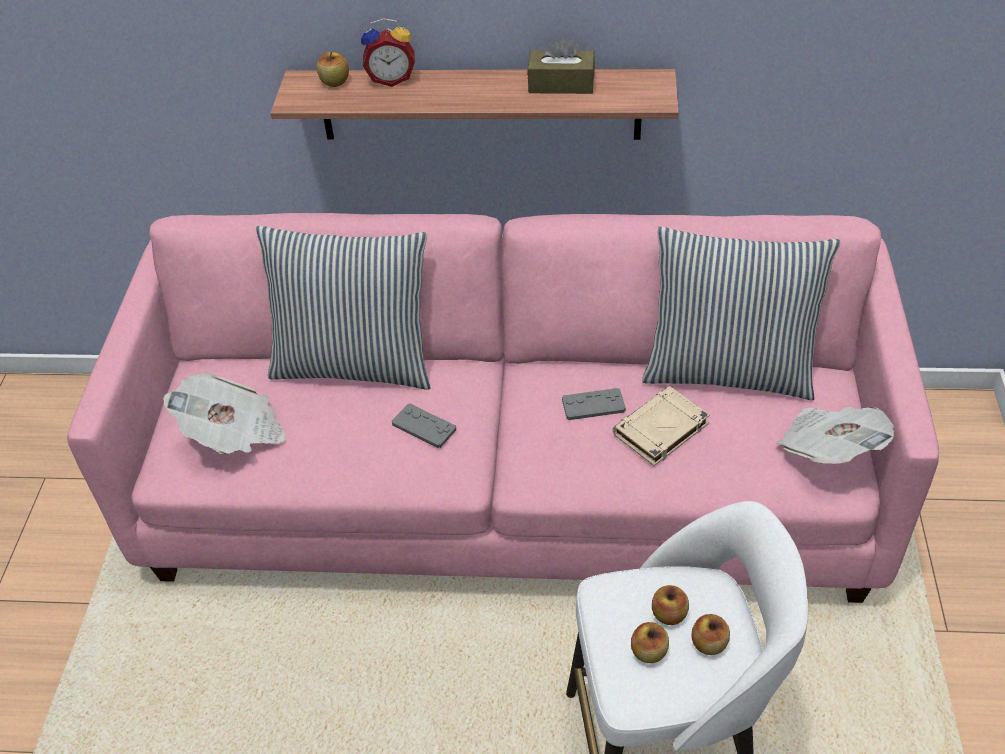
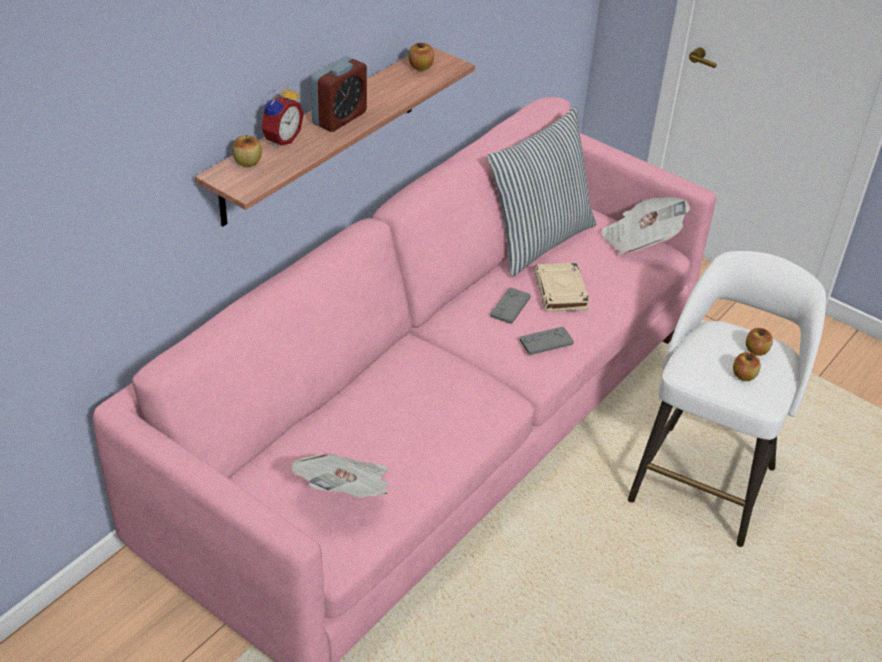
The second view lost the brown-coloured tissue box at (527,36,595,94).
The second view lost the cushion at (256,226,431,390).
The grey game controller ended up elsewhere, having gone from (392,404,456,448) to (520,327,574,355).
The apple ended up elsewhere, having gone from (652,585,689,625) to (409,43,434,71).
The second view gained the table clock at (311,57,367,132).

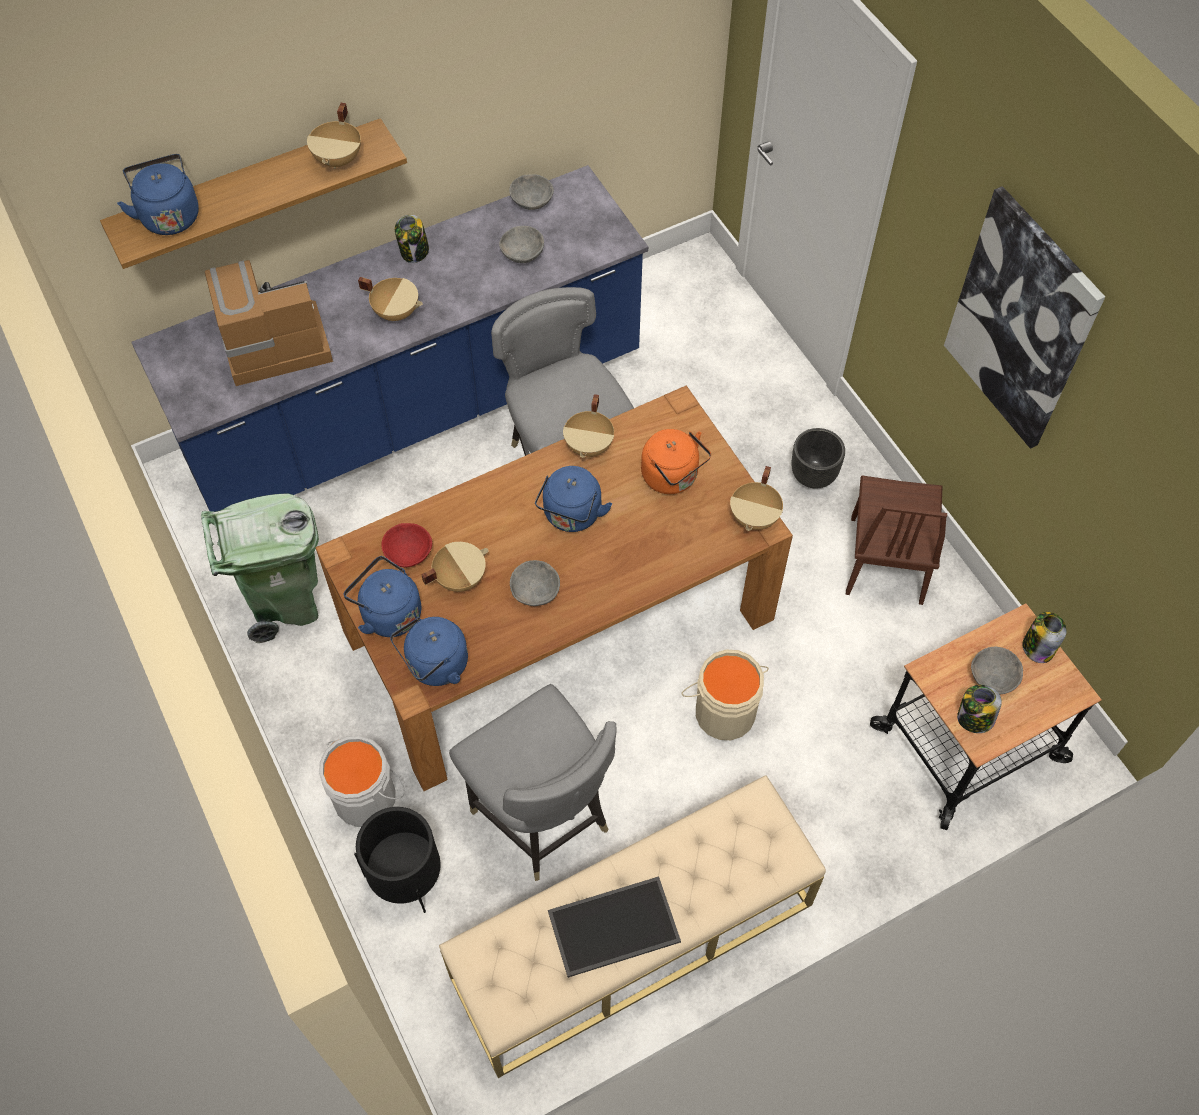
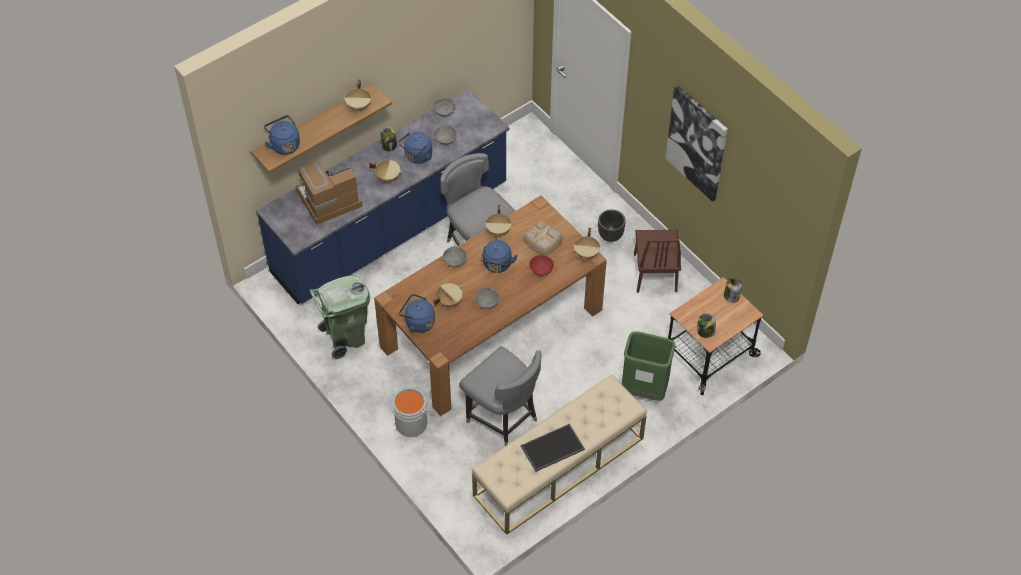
Where the orangey water kettle stood at (641,429,711,494), the bread came to stand at (523,221,563,255).
The reddish bowl ended up elsewhere, having gone from (381,523,432,567) to (529,255,554,276).
The blue-coloured water kettle ended up elsewhere, having gone from (390,617,468,686) to (398,132,432,164).
The grey bowl ended up elsewhere, having gone from (971,647,1023,695) to (443,246,467,267).
The second view lost the beige bucket at (681,650,769,740).
The second view lost the black planter at (354,807,441,913).
The second view gained the green-coloured waste bin at (622,331,676,401).

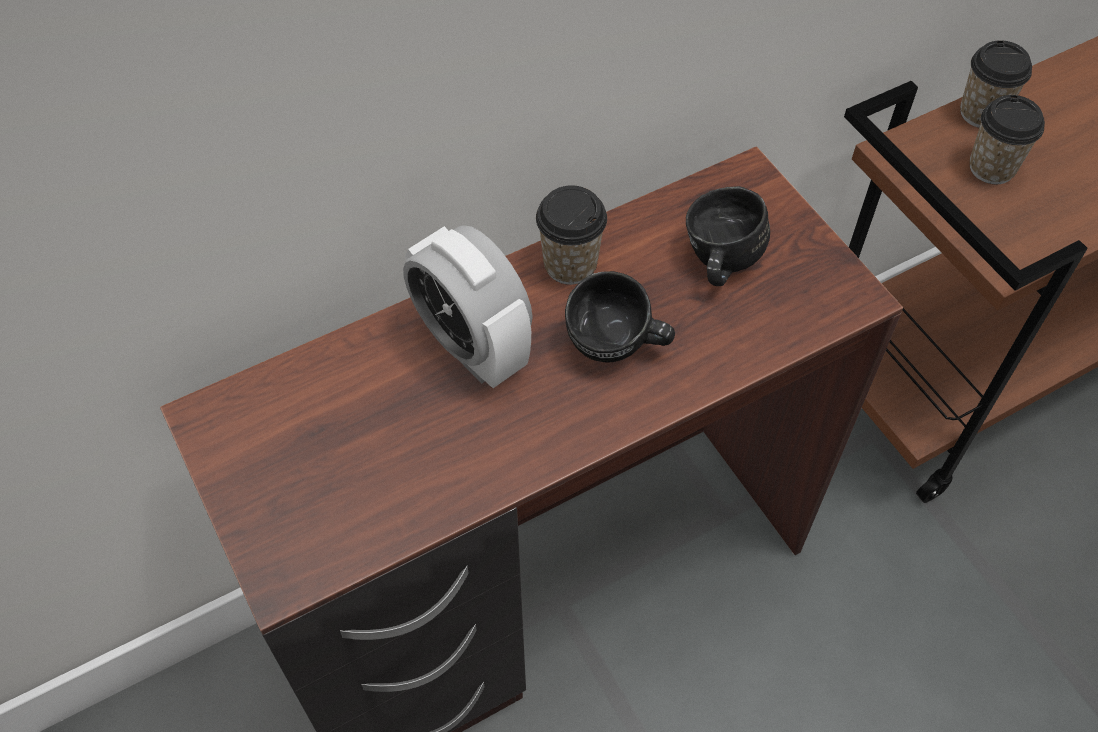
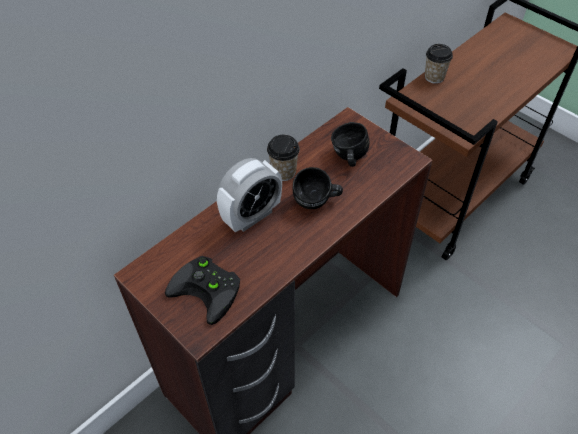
The second view lost the cup at (970,95,1045,184).
The table clock at (403,226,533,388) ended up facing another way, 75 degrees counterclockwise from before.
The second view gained the black game controller at (165,256,240,325).

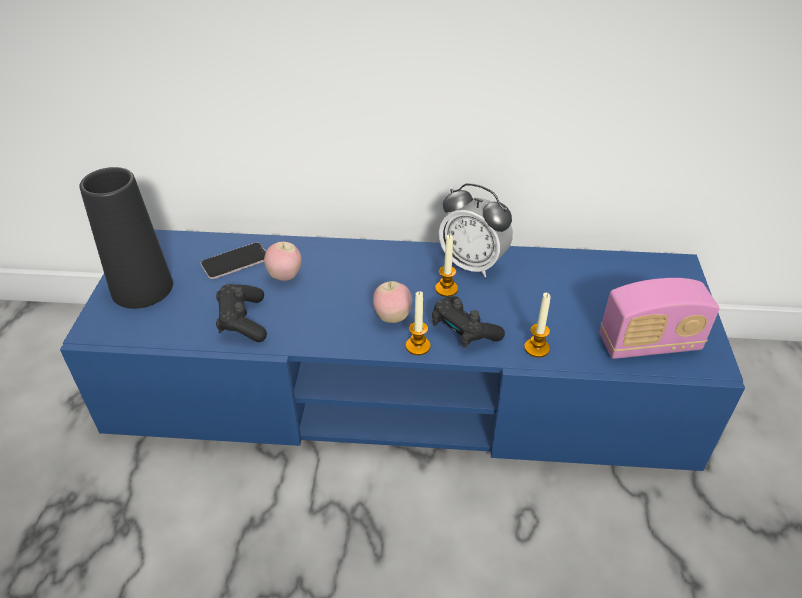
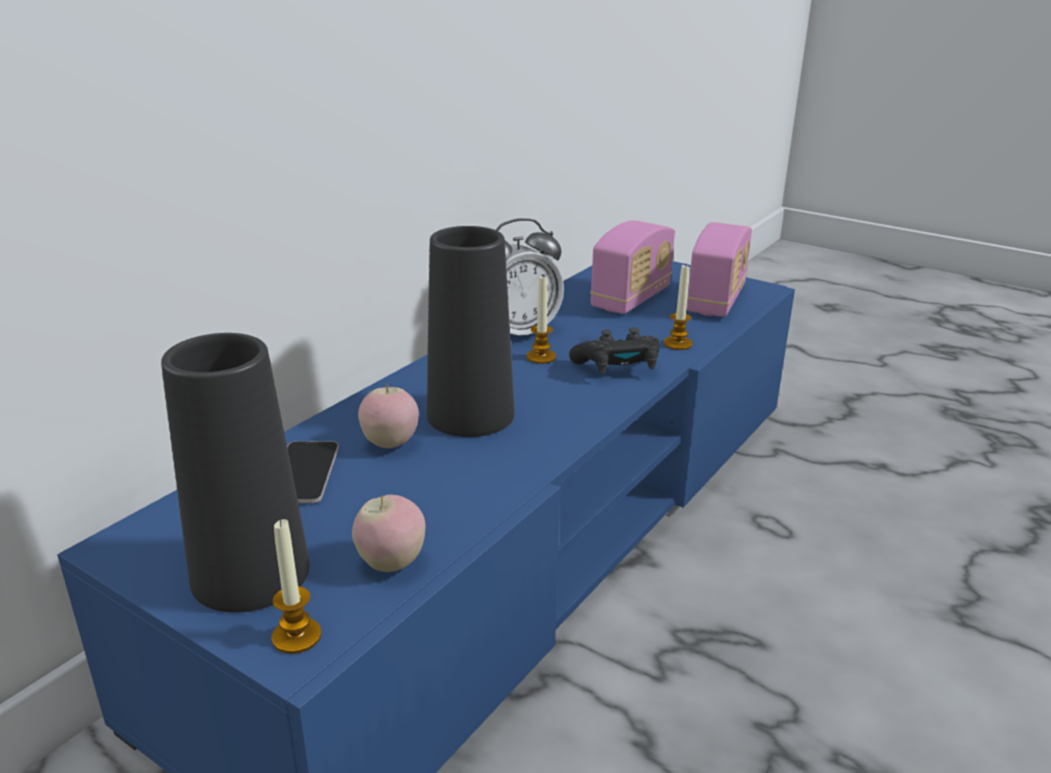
The apple ended up elsewhere, having gone from (373,281,412,323) to (352,494,425,572).
The second view lost the black game controller at (216,284,267,342).
The wax candle ended up elsewhere, having gone from (406,291,431,355) to (272,519,321,654).
The second view gained the radio receiver at (590,220,675,314).
The second view gained the black vase at (427,226,514,437).

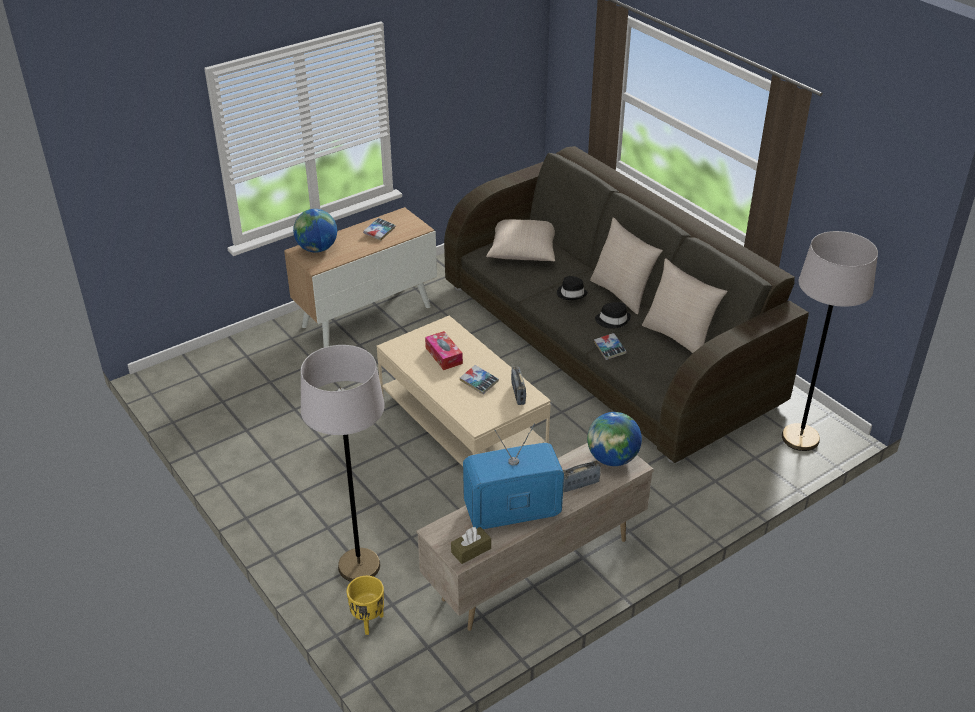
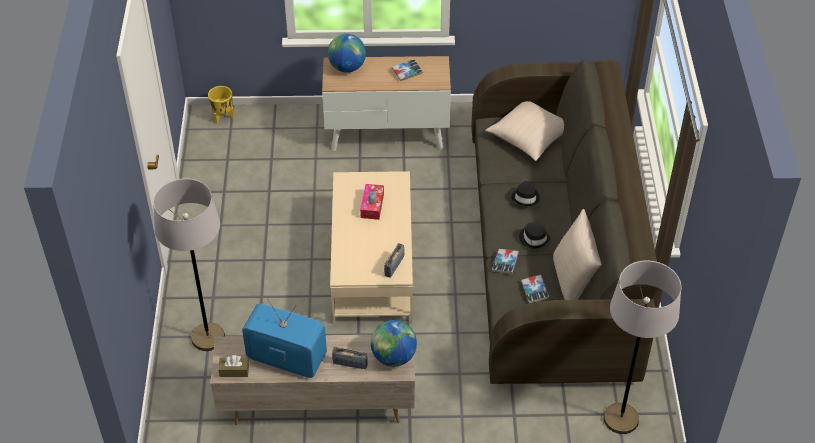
The second view lost the beige cushion at (590,217,663,314).
The volume ended up elsewhere, having gone from (460,365,499,394) to (521,275,549,304).
The yellow planter ended up elsewhere, having gone from (347,576,384,635) to (208,86,234,124).

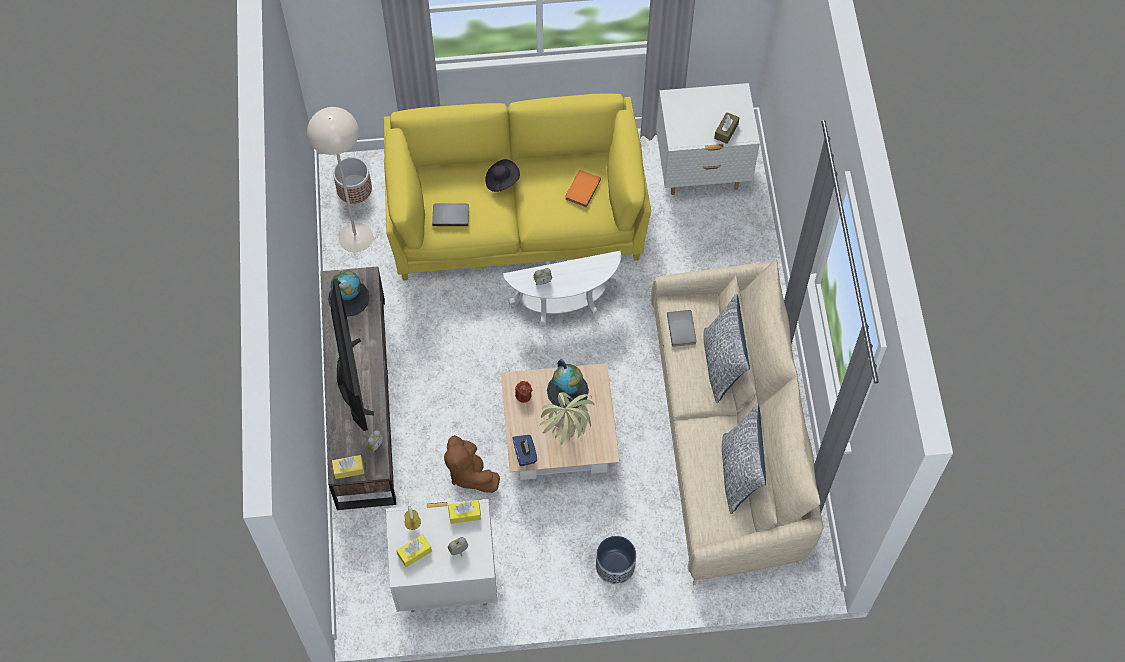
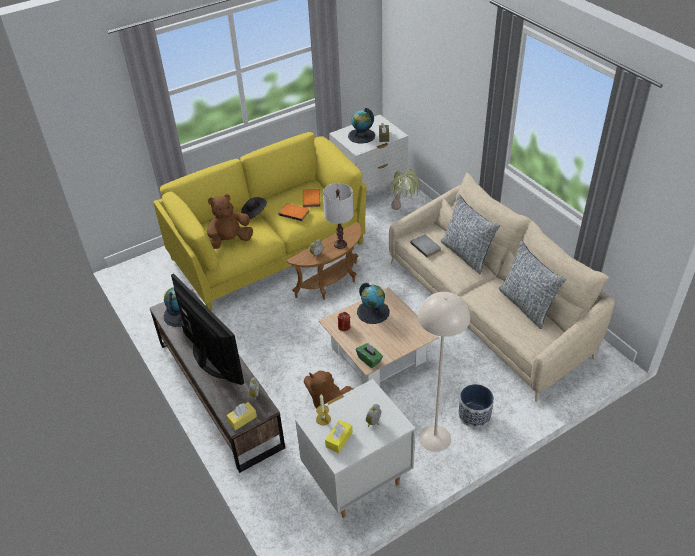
The beige standing lamp ended up elsewhere, having gone from (307,107,373,252) to (418,292,470,452).
The second view lost the planter at (333,157,372,204).
Where the grey volume stood at (432,203,469,226), the brown-coloured soft toy came to stand at (207,194,253,249).
What was the white side table at (503,251,622,327) turned into the brown-coloured side table at (286,222,362,300).
The potted plant ended up elsewhere, having gone from (540,392,595,445) to (387,169,420,210).
What was the blue-coloured tissue box at (513,435,537,466) turned into the green-coloured tissue box at (356,343,383,368).
The second view lost the yellow tissue box at (448,500,481,524).
The second view gained the globe at (348,108,375,144).
The second view gained the white lamp for a table at (323,183,354,249).
The second view gained the orangey volume at (278,203,309,221).

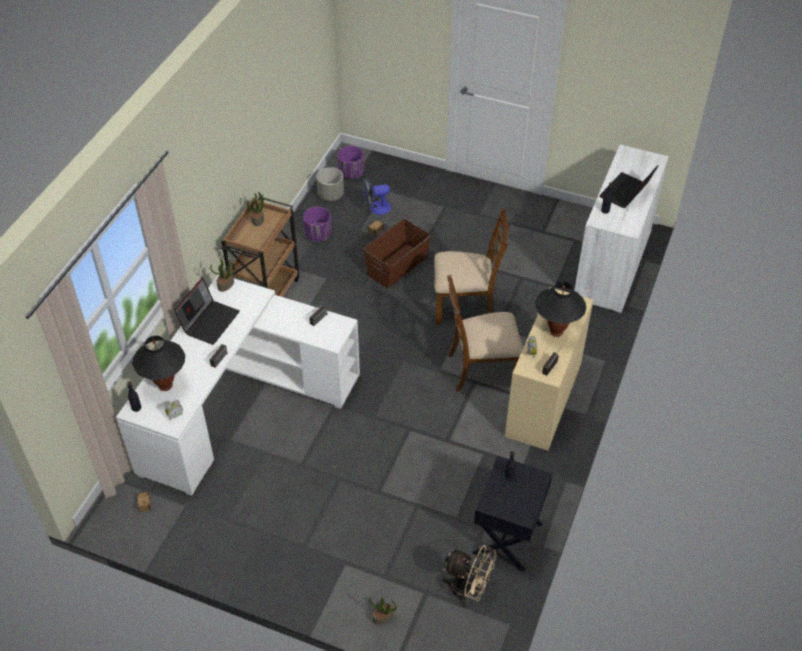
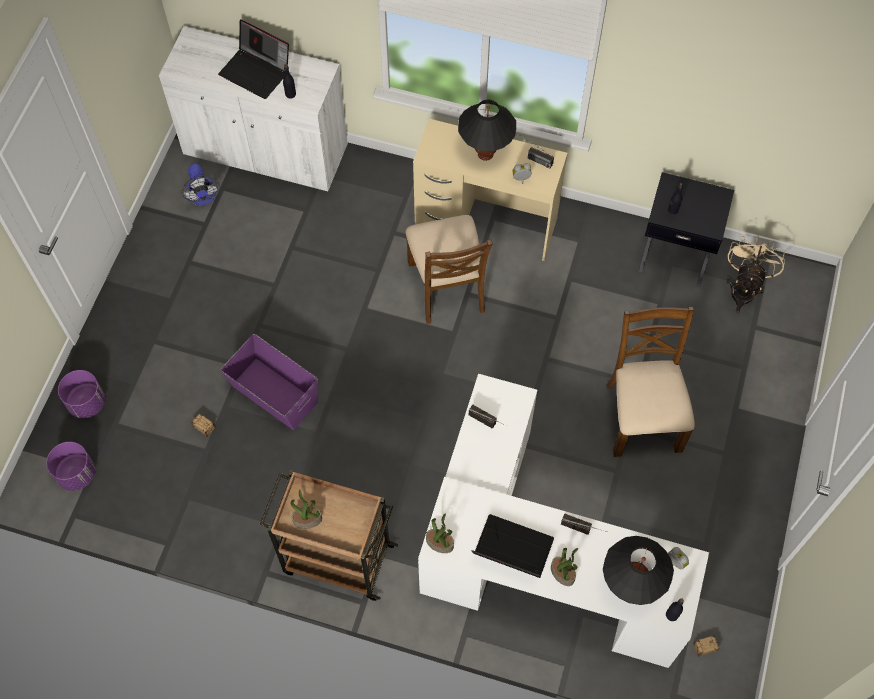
The second view lost the grey planter at (317,167,344,201).
The fan ended up elsewhere, having gone from (363,178,391,215) to (181,163,220,205).
The purplish planter ended up elsewhere, having gone from (303,207,332,241) to (58,370,105,418).
The brown-coloured upright chair ended up elsewhere, having gone from (434,209,509,324) to (606,307,695,457).
What was the brown-coloured storage container at (363,218,431,288) turned into the purplish storage container at (220,334,318,430).
The potted plant ended up elsewhere, having gone from (369,597,397,625) to (551,548,578,586).

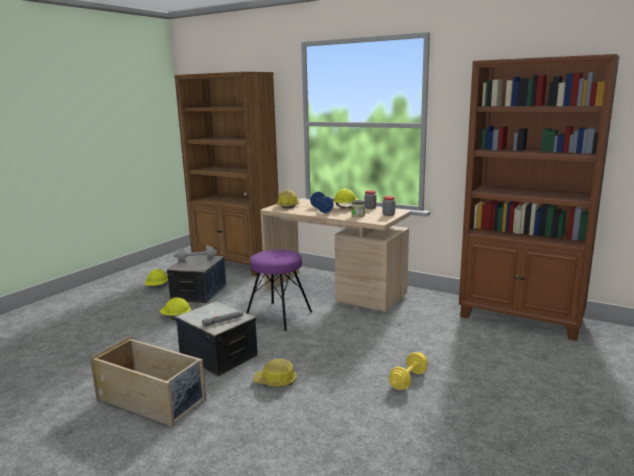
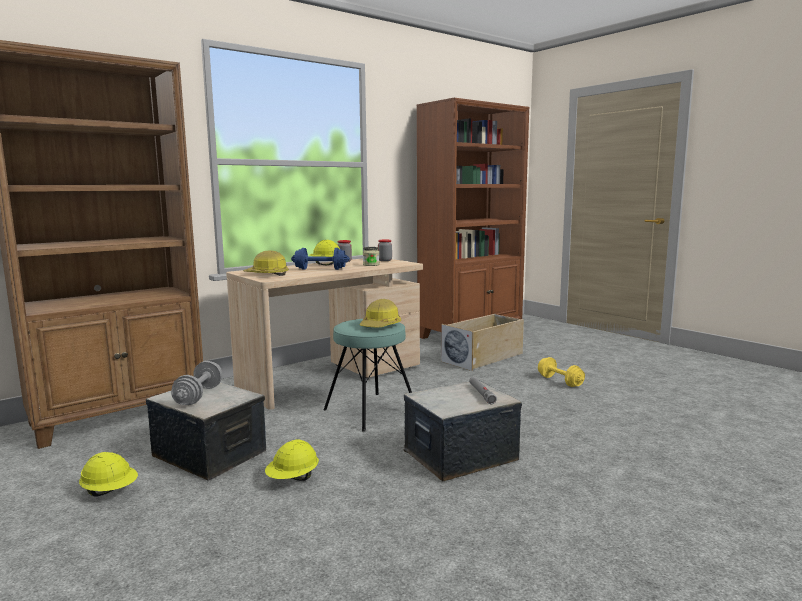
What was the purplish stool at (247,249,312,331) turned into the turquoise stool at (324,319,412,432).
The beige storage container ended up elsewhere, having gone from (90,336,206,427) to (441,314,524,371).
The hard hat ended up elsewhere, having gone from (253,359,297,387) to (359,299,401,328).

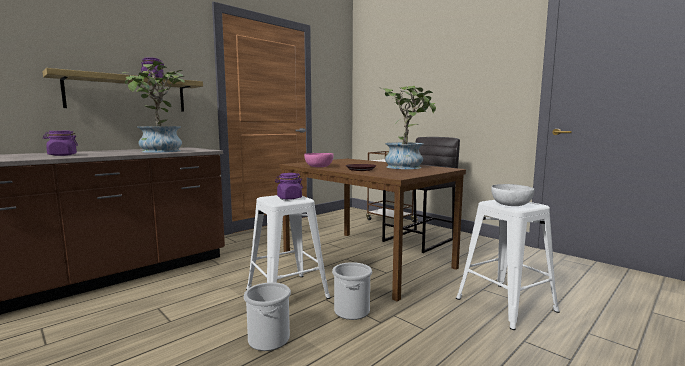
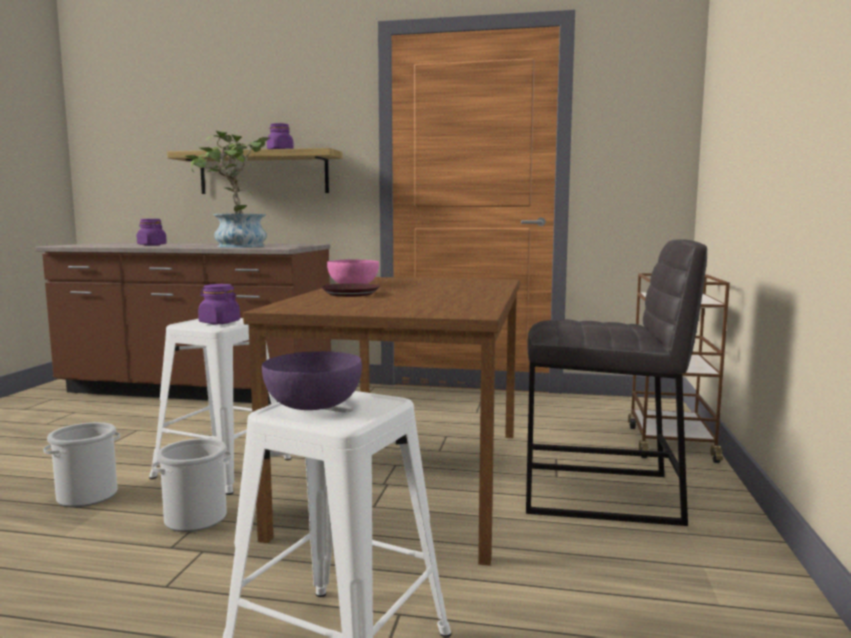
The second view lost the potted plant at (382,86,436,169).
What was the white bowl at (491,184,535,206) turned into the purplish bowl at (262,351,362,410).

